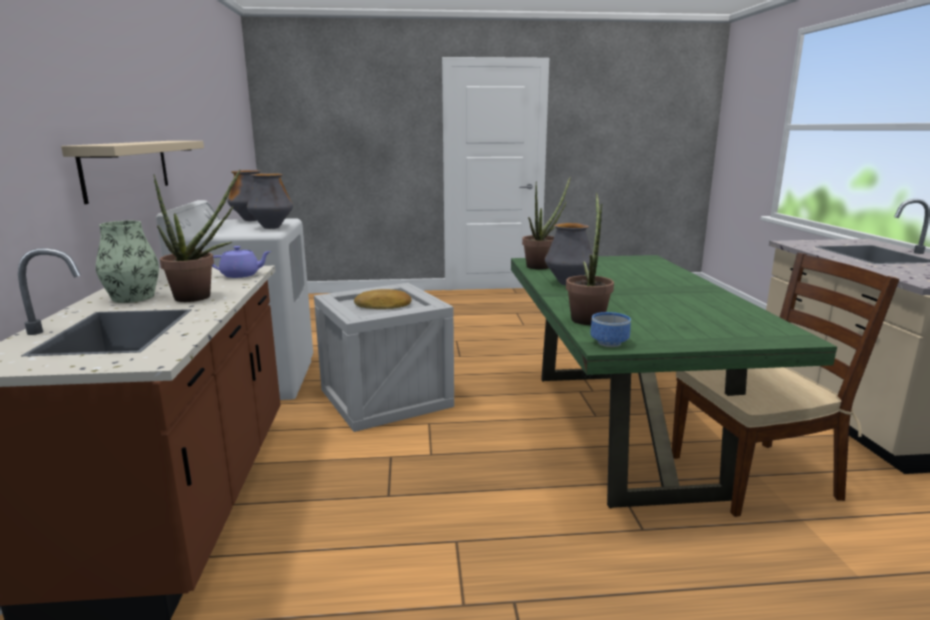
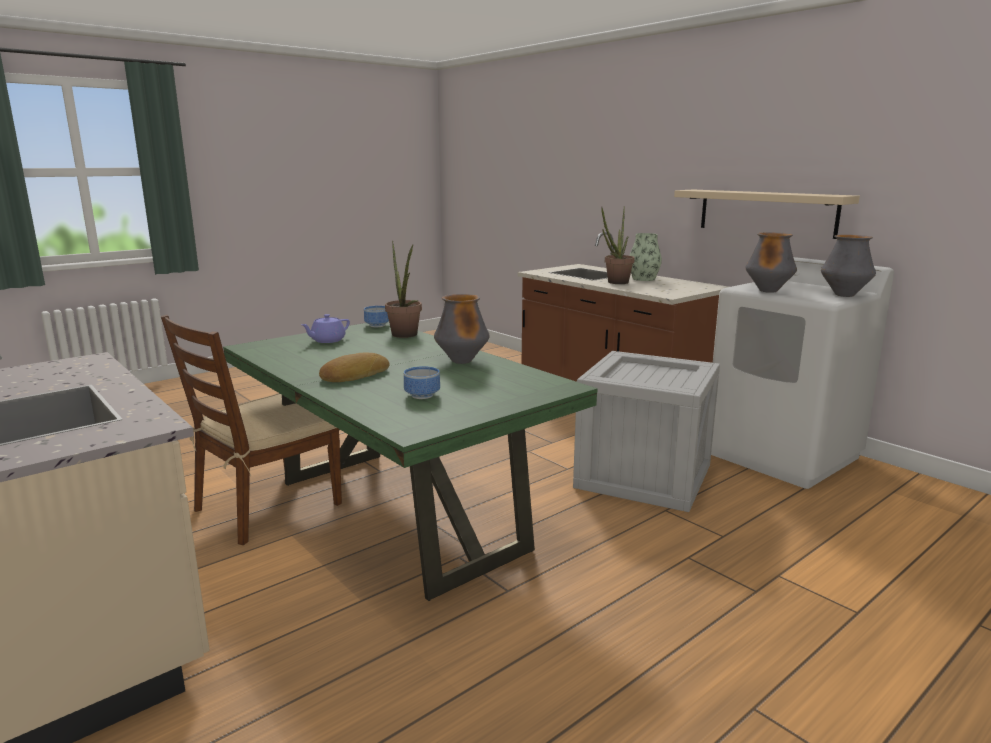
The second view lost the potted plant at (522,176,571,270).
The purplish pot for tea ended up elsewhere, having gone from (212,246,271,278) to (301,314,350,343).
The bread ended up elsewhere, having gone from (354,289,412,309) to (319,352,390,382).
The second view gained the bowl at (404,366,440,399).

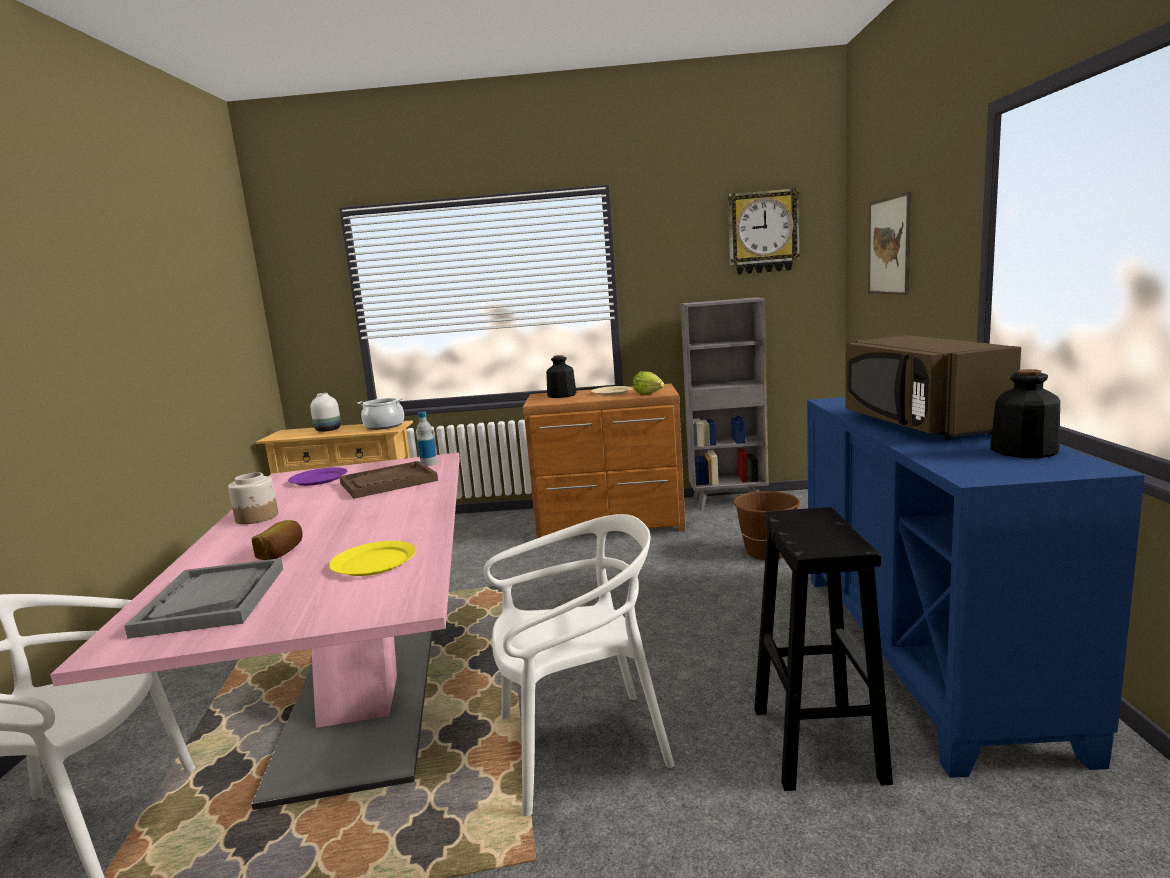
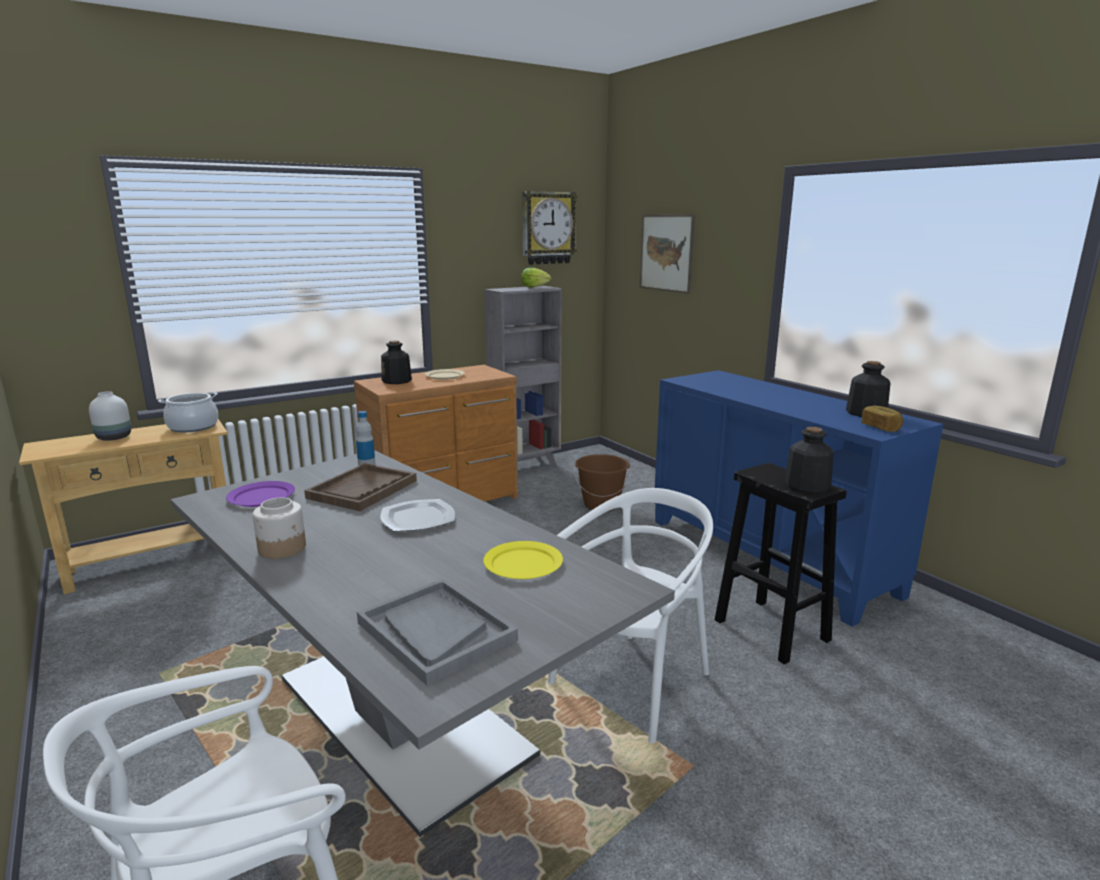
The second view lost the brown-coloured microwave at (845,335,1021,440).
The head of lettuce ended up elsewhere, having gone from (633,371,664,394) to (521,268,551,287).
What was the pink kitchen table at (50,453,460,810) turned into the grey kitchen table at (170,450,675,837).
The bread ended up elsewhere, having gone from (252,520,303,560) to (862,406,903,432).
The second view gained the beverage bottle at (784,427,834,493).
The second view gained the flat dish at (380,499,455,532).

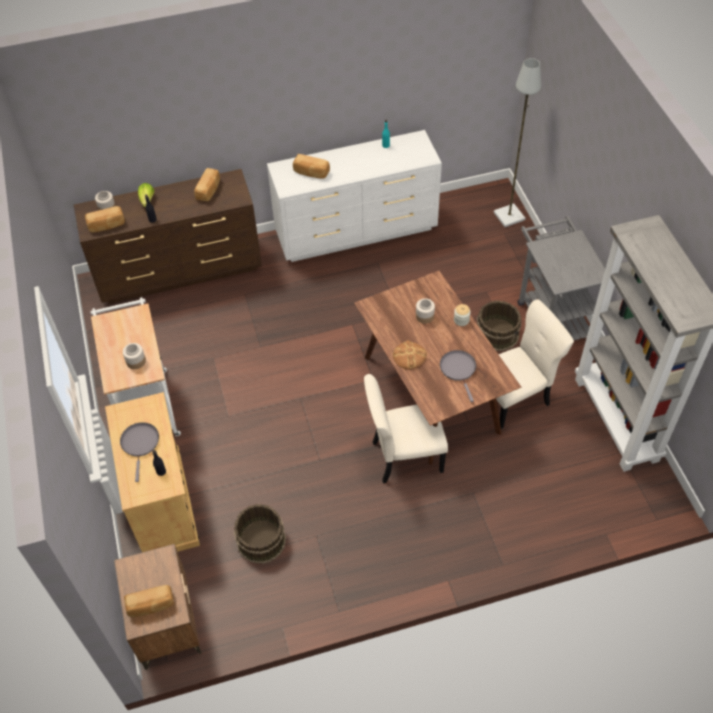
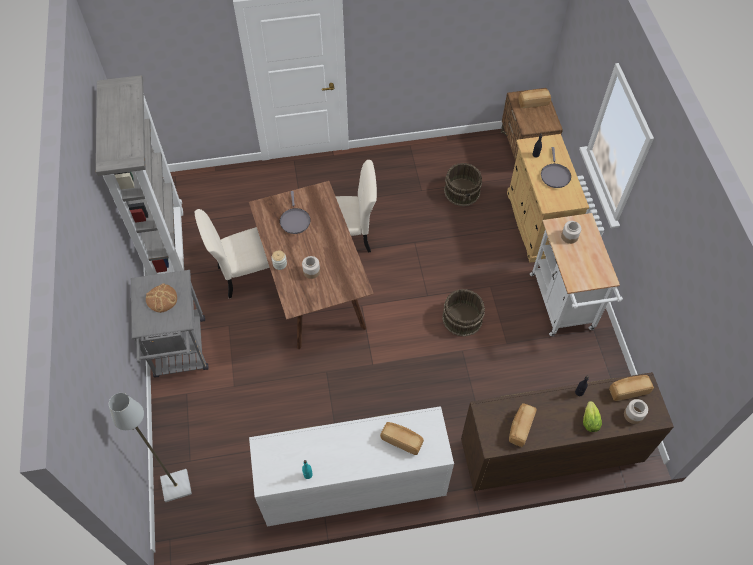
The brown-coloured bucket ended up elsewhere, having gone from (477,300,522,351) to (442,289,485,337).
The bread ended up elsewhere, having gone from (393,340,427,370) to (146,283,177,313).

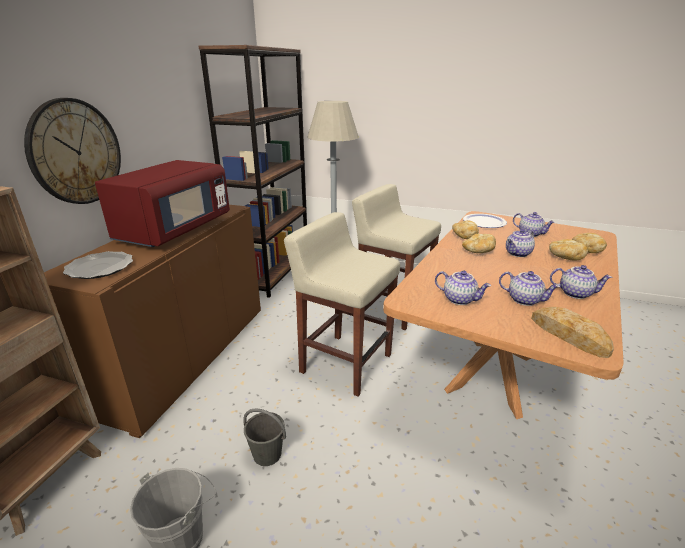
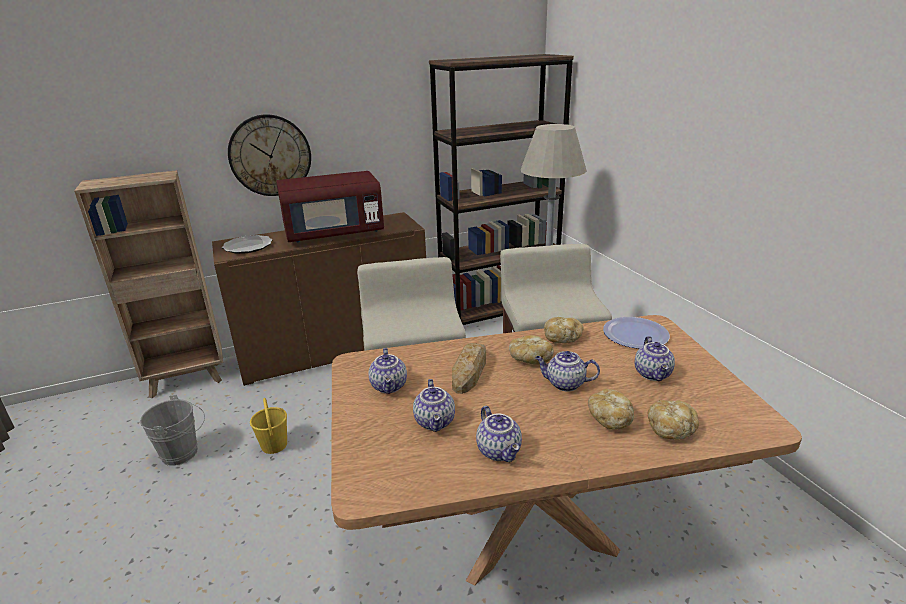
The bread ended up elsewhere, having gone from (531,307,614,358) to (452,343,486,394).
What was the grey bucket at (243,408,286,466) turned into the yellow bucket at (250,398,287,454).

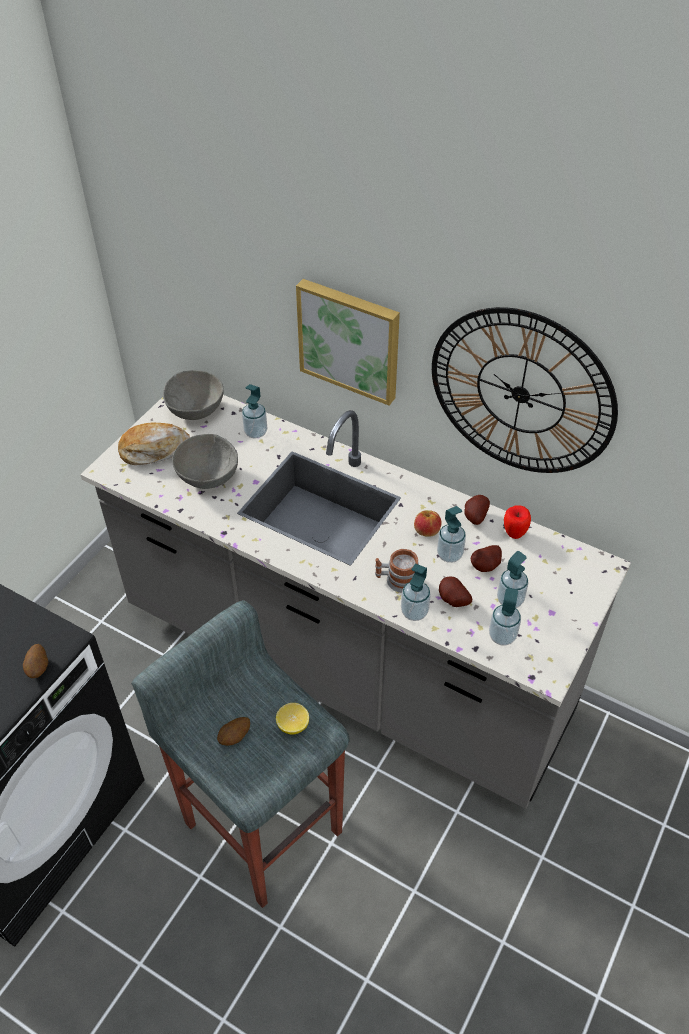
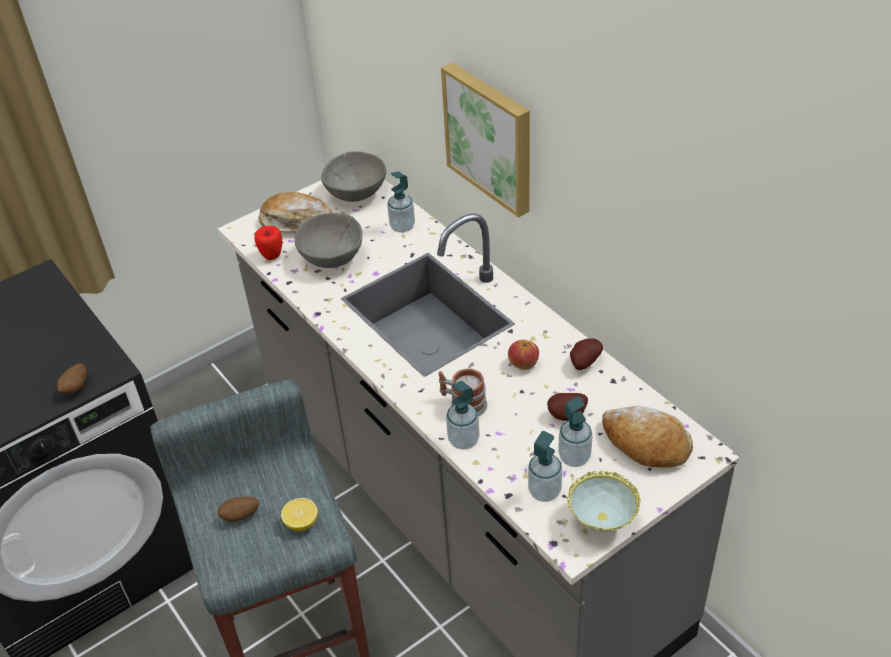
The second view lost the wall clock at (432,307,618,473).
The second view lost the soap bottle at (437,506,466,563).
The apple ended up elsewhere, having gone from (504,506,531,539) to (254,226,282,260).
The second view lost the whole potato at (439,576,472,607).
The second view gained the bread at (602,406,693,468).
The second view gained the bowl at (567,470,641,532).

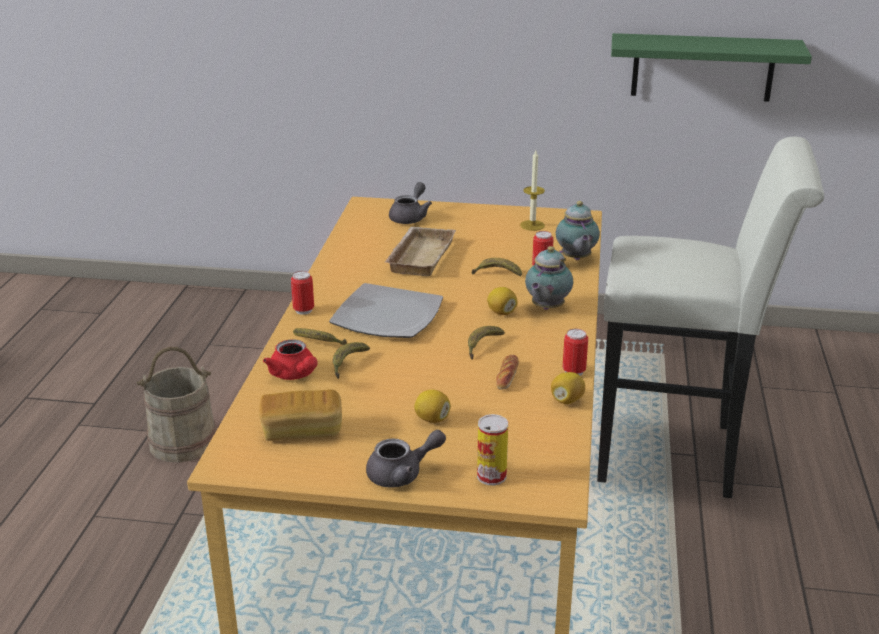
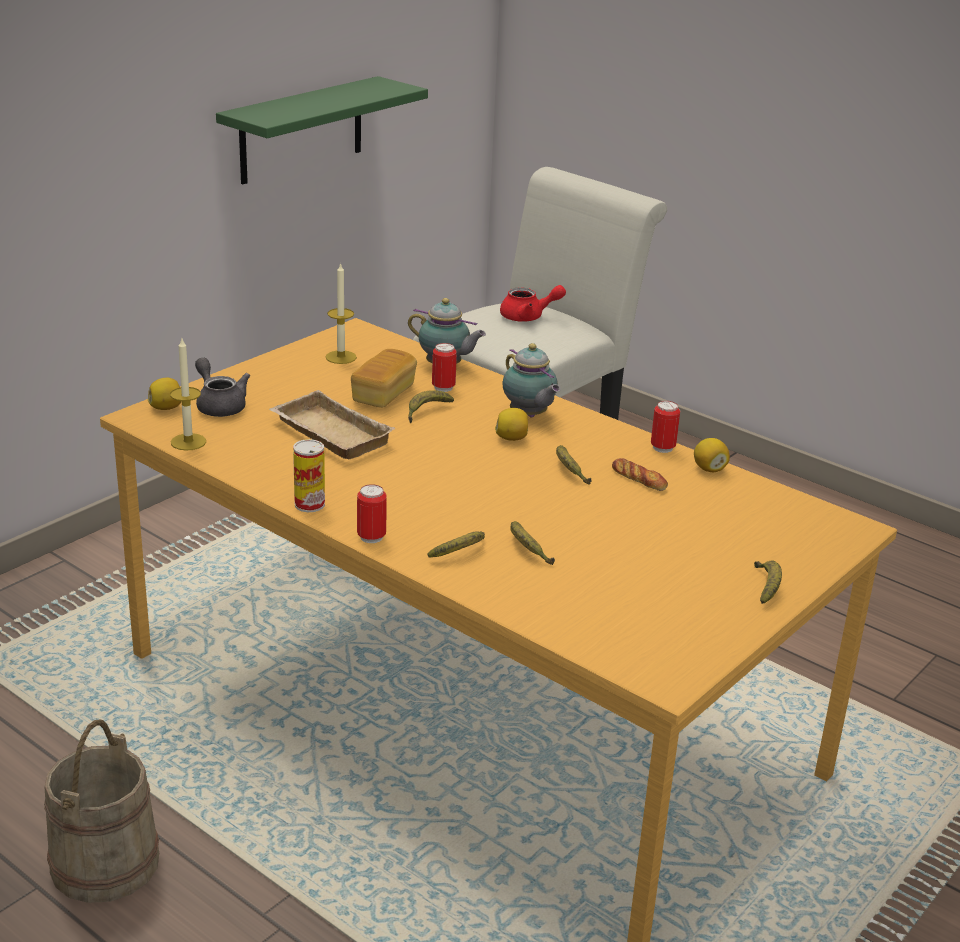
The second view lost the flat dish at (329,283,443,338).
The reddish pot for tea ended up elsewhere, having gone from (263,340,318,380) to (500,285,566,322).
The bread ended up elsewhere, having gone from (259,389,342,441) to (351,349,417,408).
The whole lemon ended up elsewhere, having gone from (414,389,451,423) to (148,378,181,410).
The can ended up elsewhere, having gone from (477,414,508,485) to (293,439,325,512).
Where the grey pot for tea stood at (366,430,446,488), the banana fruit came to stand at (754,561,782,604).
The second view gained the wax candle at (170,339,206,451).

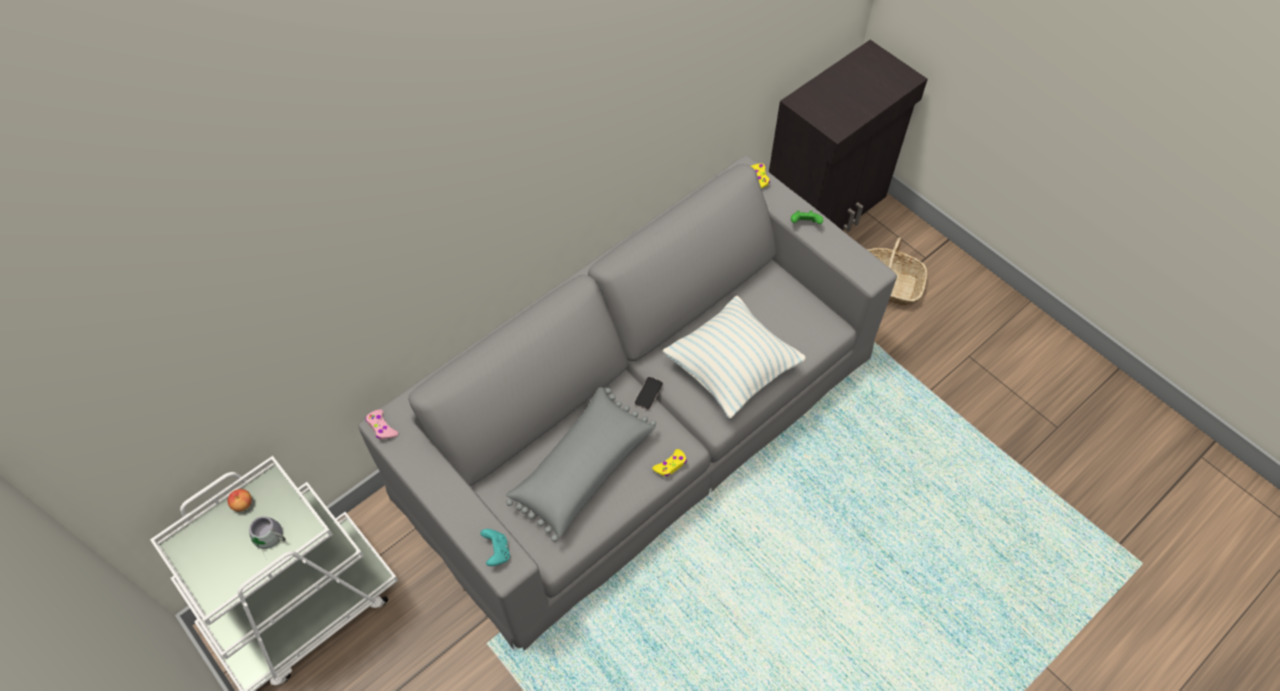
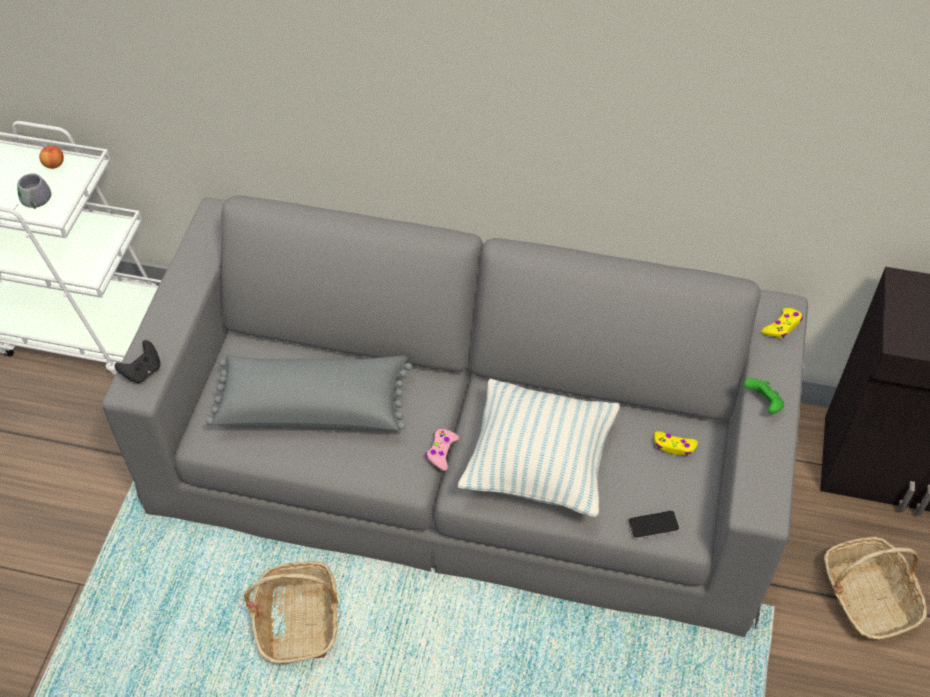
The phone ended up elsewhere, having gone from (634,377,663,410) to (628,510,680,539).
The pink game controller ended up elsewhere, having gone from (365,409,398,440) to (426,429,459,471).
The yellow game controller ended up elsewhere, having gone from (652,449,687,477) to (654,431,698,455).
What was the turquoise game controller at (480,529,510,566) turned into the black game controller at (115,340,160,383).
The second view gained the household basket at (244,562,338,664).

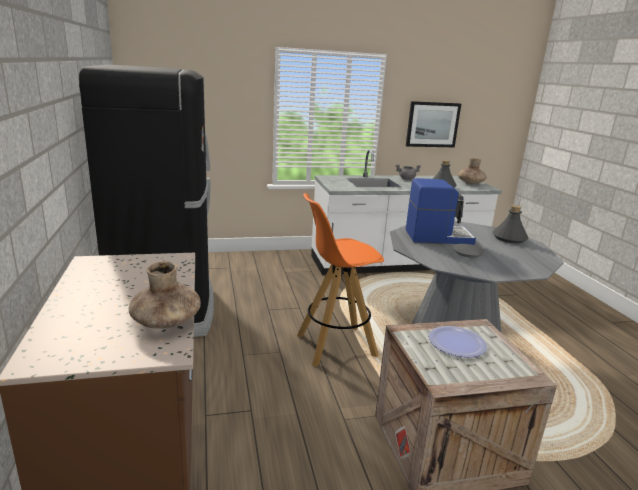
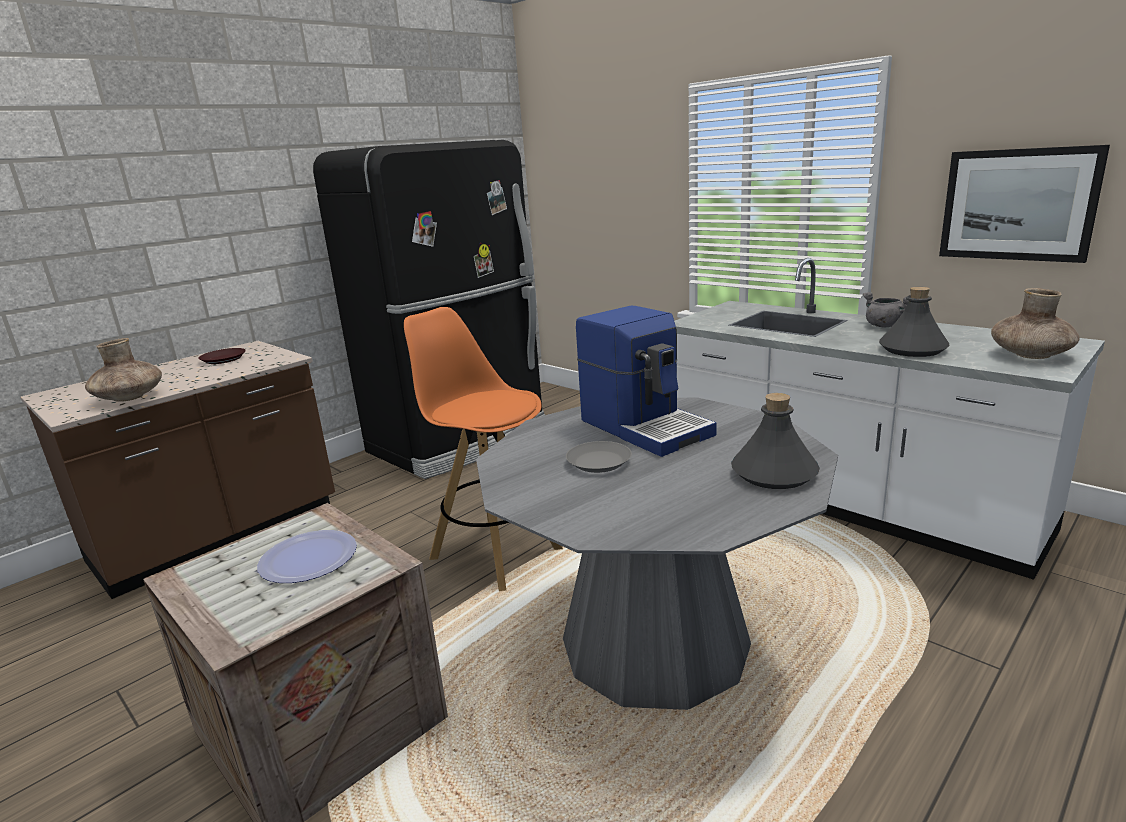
The second view gained the brown-coloured flat dish at (198,348,246,364).

